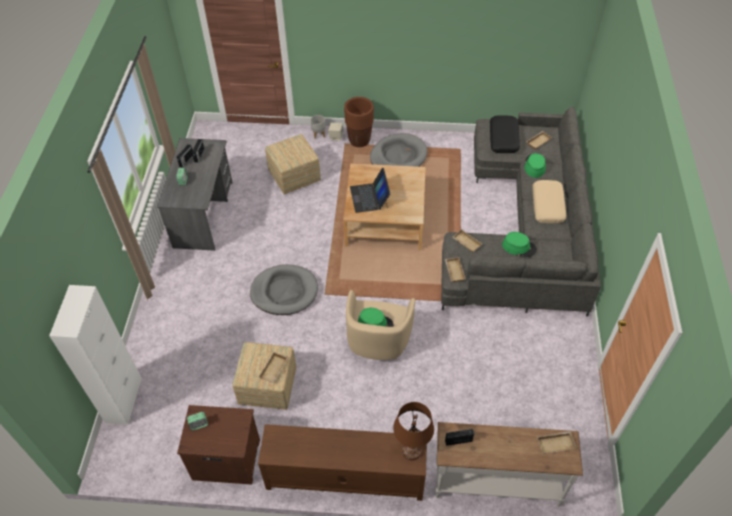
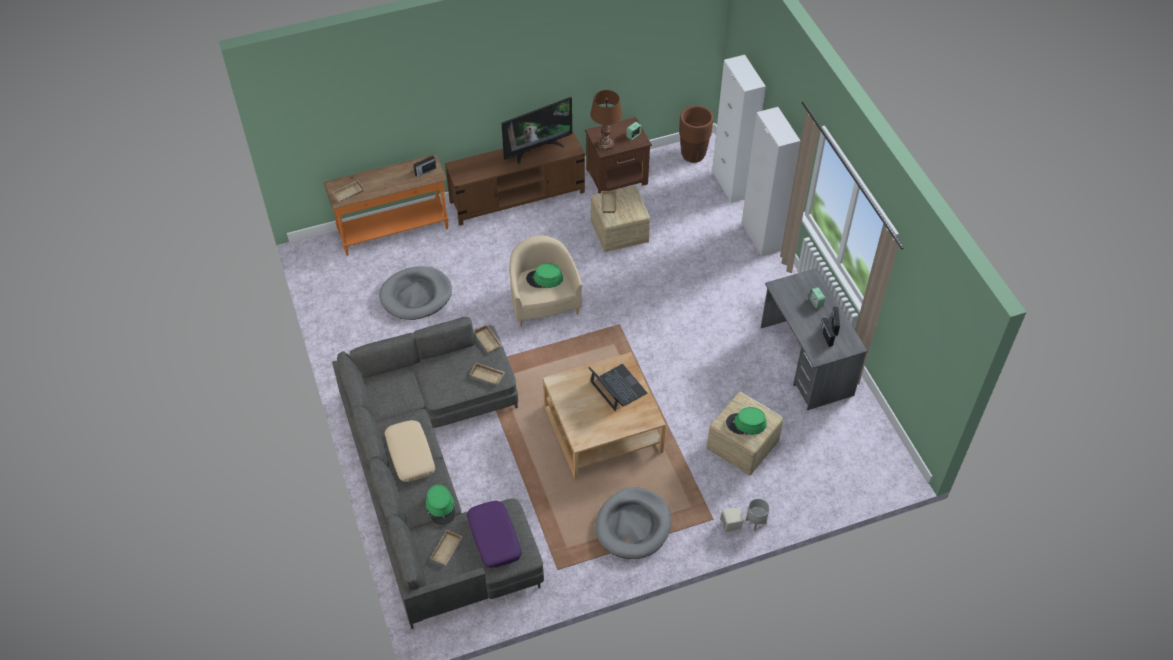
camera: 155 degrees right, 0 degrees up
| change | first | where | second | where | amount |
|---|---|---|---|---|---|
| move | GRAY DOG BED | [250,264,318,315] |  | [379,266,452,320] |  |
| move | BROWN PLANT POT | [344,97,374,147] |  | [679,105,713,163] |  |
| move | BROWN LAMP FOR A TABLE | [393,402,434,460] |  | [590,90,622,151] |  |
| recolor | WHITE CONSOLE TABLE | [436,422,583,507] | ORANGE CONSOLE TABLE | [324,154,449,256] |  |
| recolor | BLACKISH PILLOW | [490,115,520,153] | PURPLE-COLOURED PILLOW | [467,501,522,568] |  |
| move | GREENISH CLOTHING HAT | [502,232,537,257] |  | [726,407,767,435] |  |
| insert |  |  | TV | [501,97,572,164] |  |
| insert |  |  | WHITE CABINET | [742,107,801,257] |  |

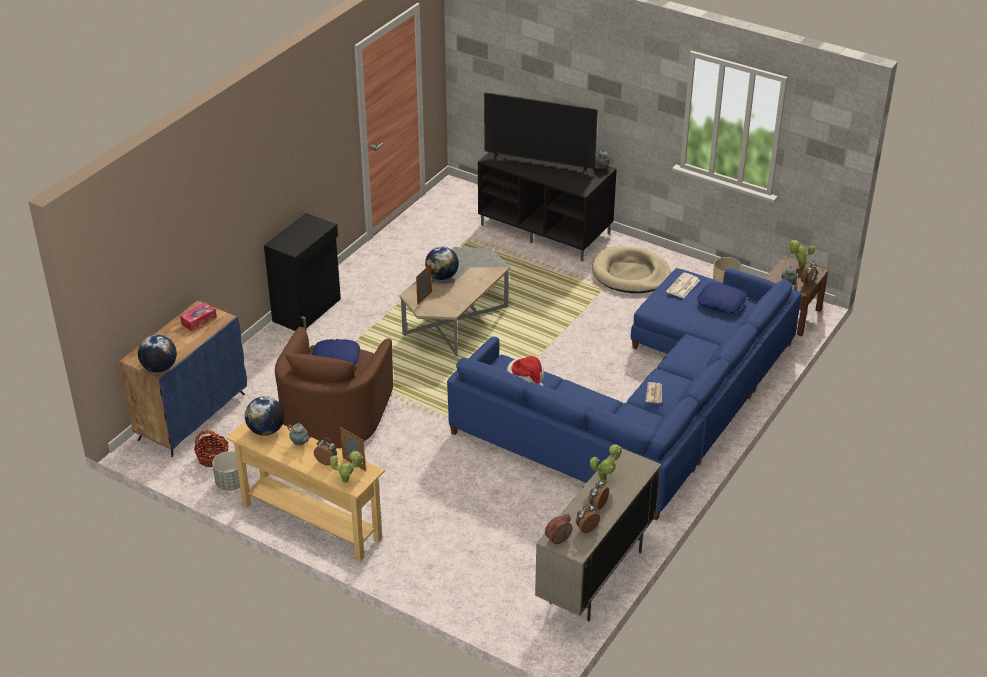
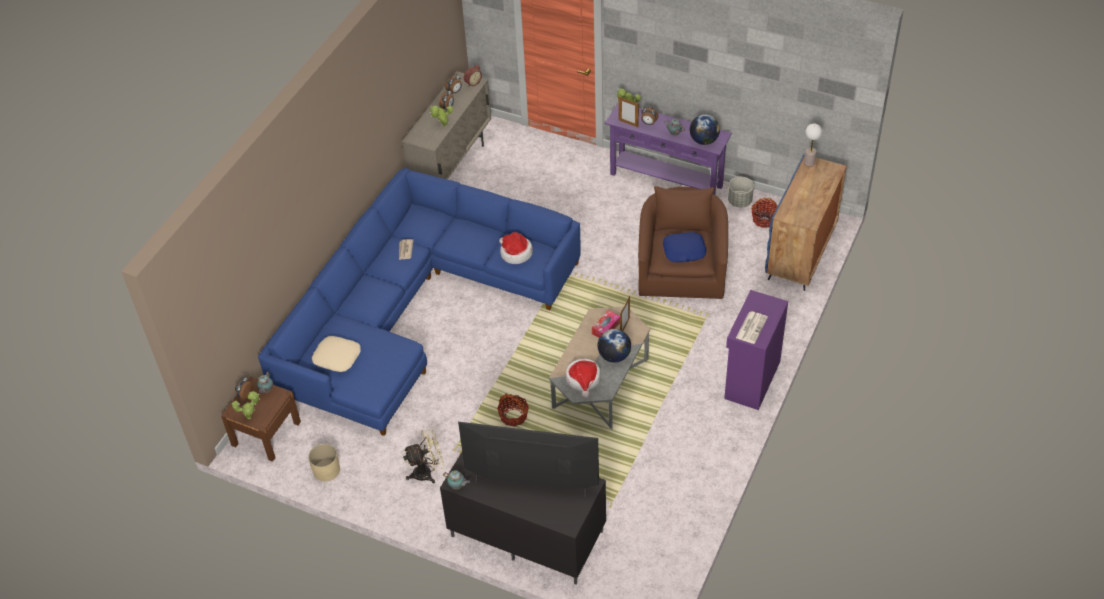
camera: 175 degrees right, 10 degrees up
| change | first | where | second | where | amount |
|---|---|---|---|---|---|
| replace | GLOBE | [138,335,177,373] | LAMP FOR A TABLE | [804,124,822,167] |  |
| move | TISSUE HOLDER | [180,302,217,331] |  | [592,310,620,338] |  |
| recolor | SAND-COLOURED CONSOLE TABLE | [226,421,385,562] | PURPLE-COLOURED CONSOLE TABLE | [605,103,732,195] |  |
| recolor | BLACKISH CABINET | [264,213,341,331] | PURPLE-COLOURED CABINET | [724,290,788,410] |  |
| replace | SAND-COLOURED DOG BED | [592,246,671,293] | SAND-COLOURED FAN | [403,428,444,483] |  |
| move | NEWSPAPER | [666,272,700,298] |  | [736,311,768,344] |  |
| recolor | BLUISH PILLOW | [697,283,747,313] | SAND-COLOURED PILLOW | [312,336,361,372] |  |
| insert |  |  | STORAGE BASKET | [497,394,529,427] |  |
| insert |  |  | CLOTHING HAT | [566,359,601,398] |  |

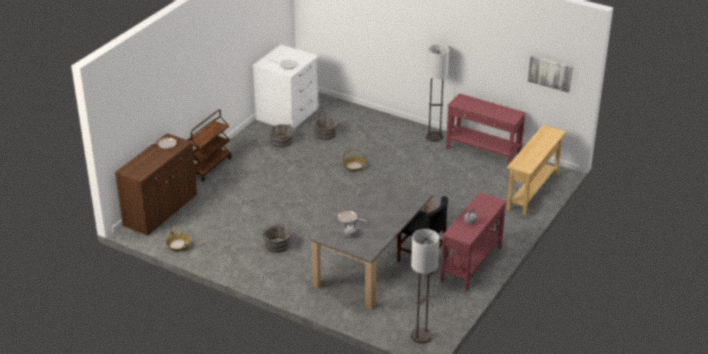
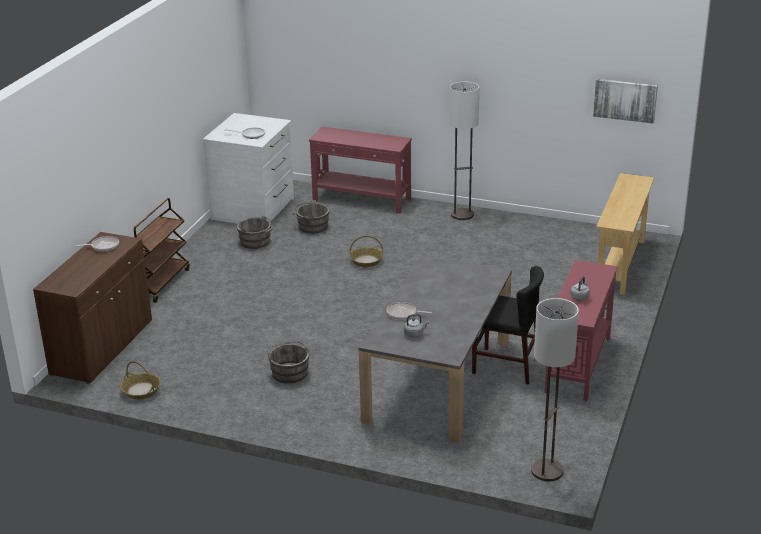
camera: 10 degrees left, 5 degrees down
| change | first | where | second | where | amount |
|---|---|---|---|---|---|
| move | REDDISH CONSOLE TABLE | [446,93,526,166] |  | [309,127,412,214] |  |

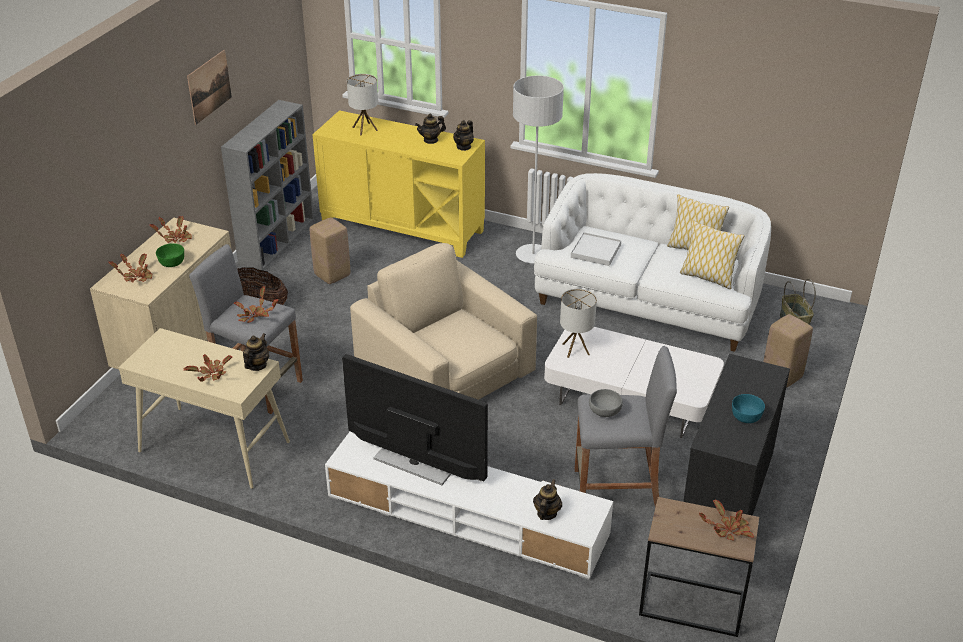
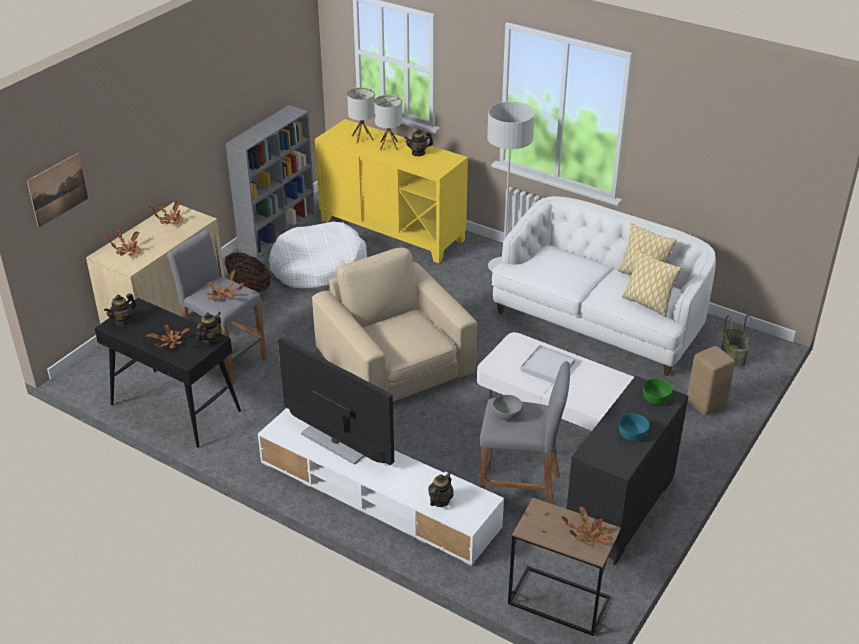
camera: 10 degrees right, 0 degrees up
| change | first | where | second | where | amount |
|---|---|---|---|---|---|
| recolor | SAND-COLOURED CONSOLE TABLE | [119,328,290,489] | BLACKISH CONSOLE TABLE | [95,298,241,448] |  |
| move | GREENISH BOWL | [156,243,184,267] |  | [643,379,672,405] |  |
| move | PICTURE | [187,50,232,125] |  | [27,153,88,227] |  |
| replace | SAND-COLOURED STOOL | [310,218,350,284] | WHITE DOG BED | [269,222,367,289] |  |
| move | POT FOR TEA | [453,120,474,151] |  | [104,293,137,326] |  |
| move | LAMP FOR A TABLE | [560,289,597,358] |  | [374,95,402,150] |  |
| move | WHITE TRAY | [571,232,621,266] |  | [520,345,575,384] |  |

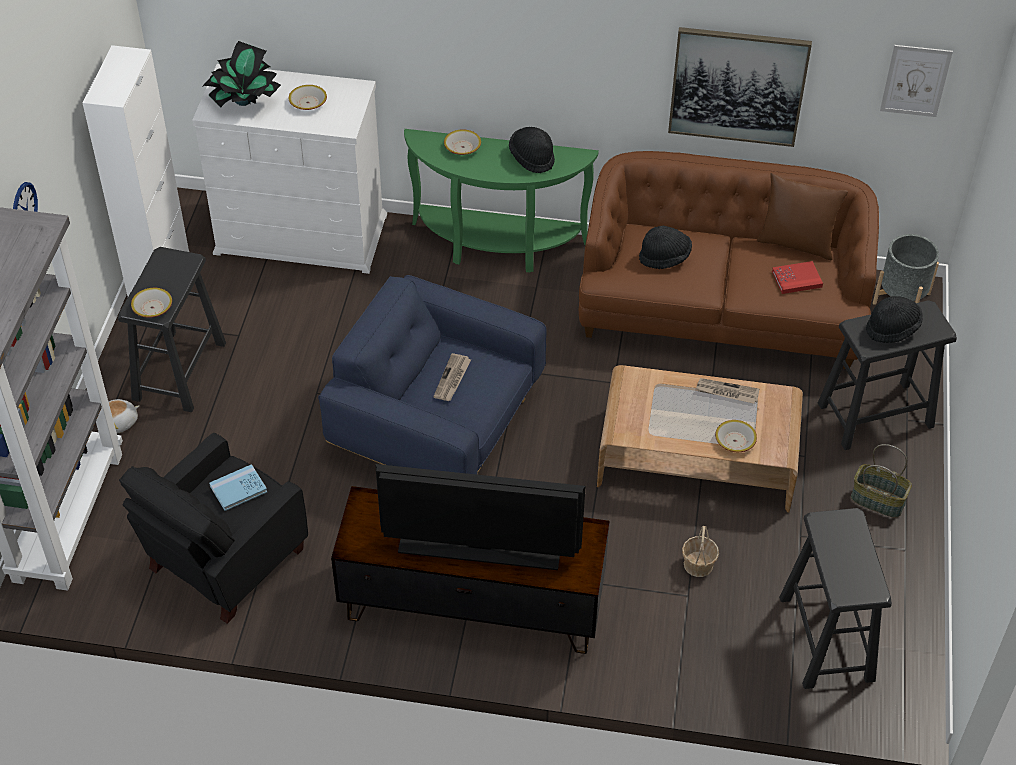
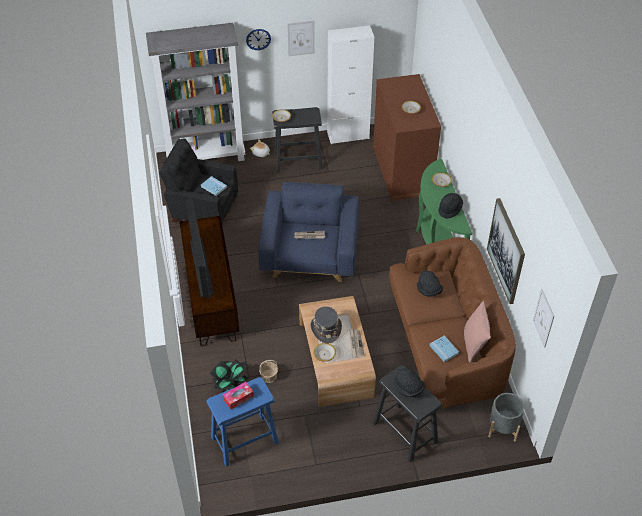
camera: 70 degrees right, 0 degrees up
| change | first | where | second | where | amount |
|---|---|---|---|---|---|
| recolor | WHITE DRESSER | [192,64,387,274] | BROWN DRESSER | [373,74,441,202] |  |
| move | HOUSEPLANT | [202,41,281,107] |  | [210,359,249,393] |  |
| recolor | BROWN PILLOW | [757,173,848,260] | PINKISH PILLOW | [464,300,491,362] |  |
| recolor | REDDISH BOOK | [772,261,823,294] | BLUISH BOOK | [429,336,459,362] |  |
| recolor | BLACKISH STOOL | [779,508,892,689] | BLUISH STOOL | [206,377,279,467] |  |
| delete | STORAGE BASKET | [851,444,912,518] |  |  |  |
| insert |  |  | TISSUE HOLDER | [223,382,254,409] |  |
| insert |  |  | PICTURE | [287,21,315,56] |  |
| insert |  |  | GRAY CLOTHING HAT | [310,306,342,343] |  |

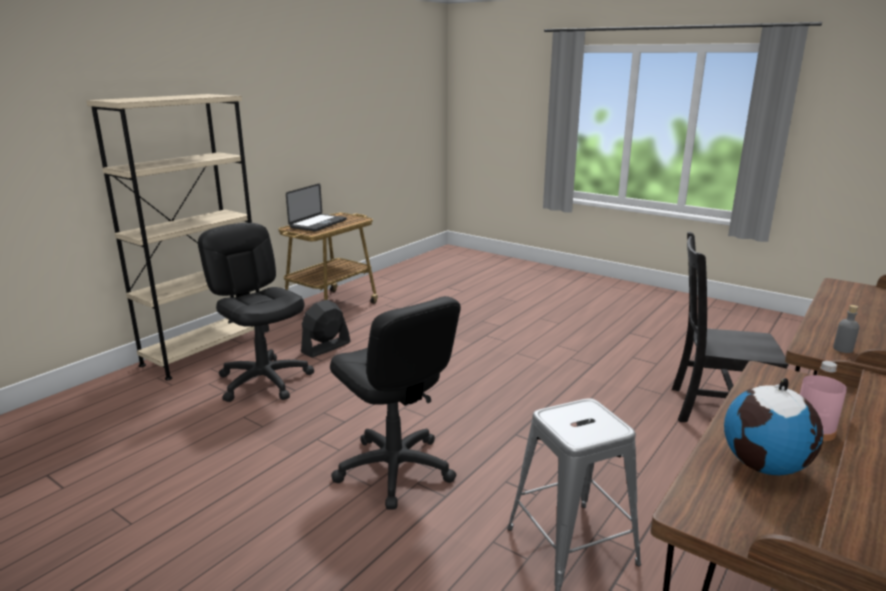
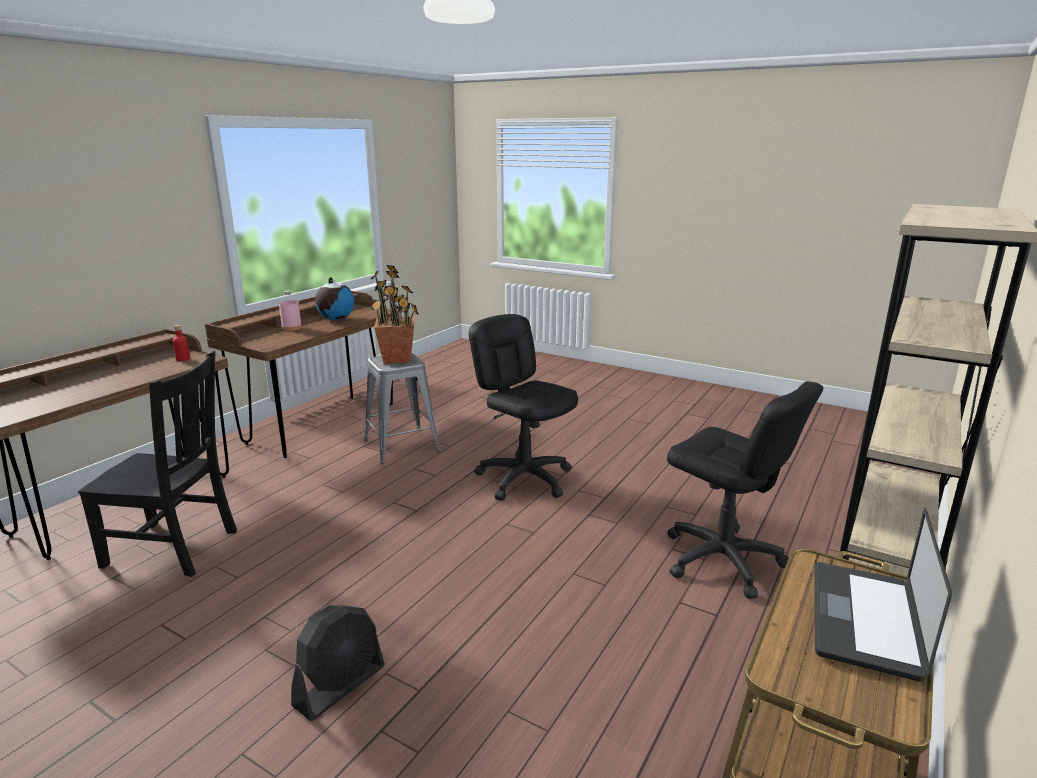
camera: 175 degrees right, 0 degrees up
| change | first | where | second | where | amount |
|---|---|---|---|---|---|
| move | BLACKISH FAN | [301,300,350,358] |  | [291,606,385,721] |  |
| recolor | GRAY BEVERAGE BOTTLE | [833,305,859,353] | REDDISH BEVERAGE BOTTLE | [173,325,190,361] |  |
| insert |  |  | HOUSEPLANT | [371,265,419,364] |  |

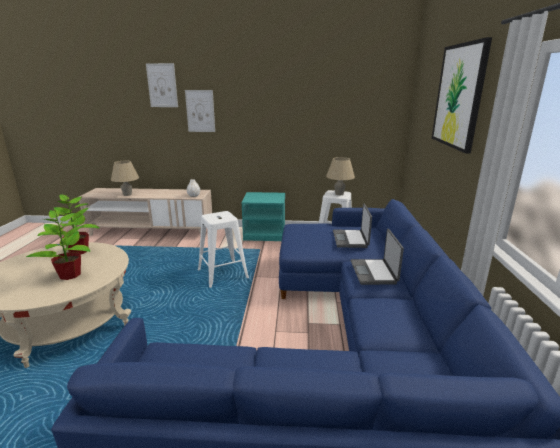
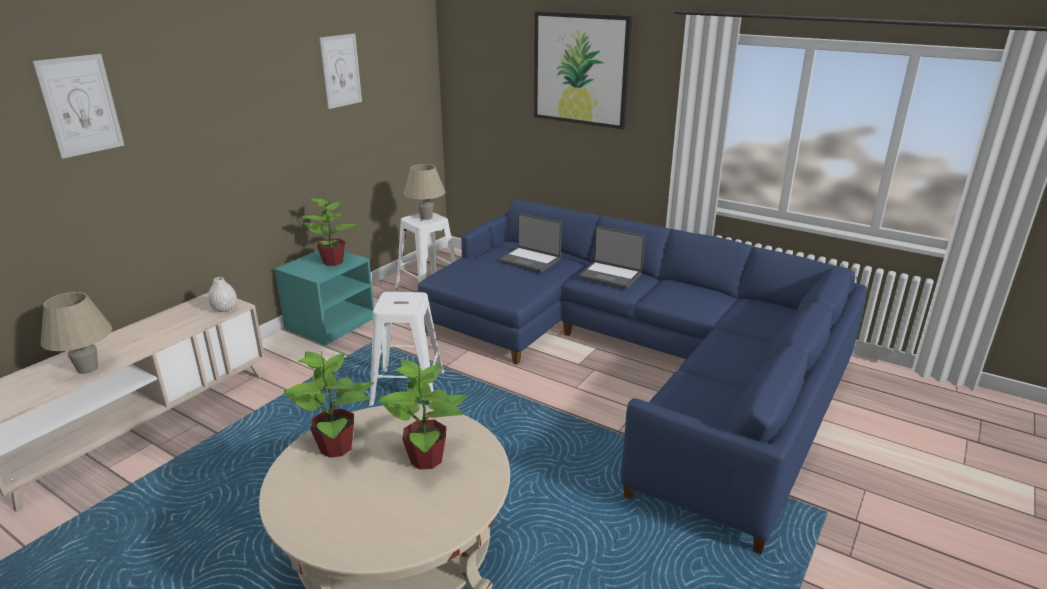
camera: 60 degrees left, 5 degrees up
| change | first | where | second | where | amount |
|---|---|---|---|---|---|
| move | PICTURE | [185,90,215,132] |  | [319,33,362,109] |  |
| insert |  |  | HOUSEPLANT | [301,195,360,266] |  |

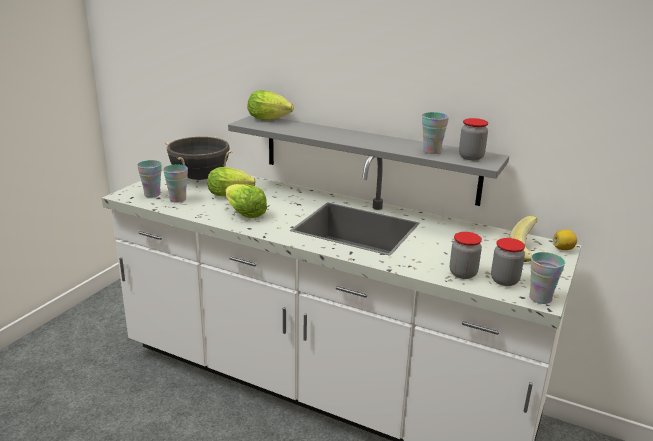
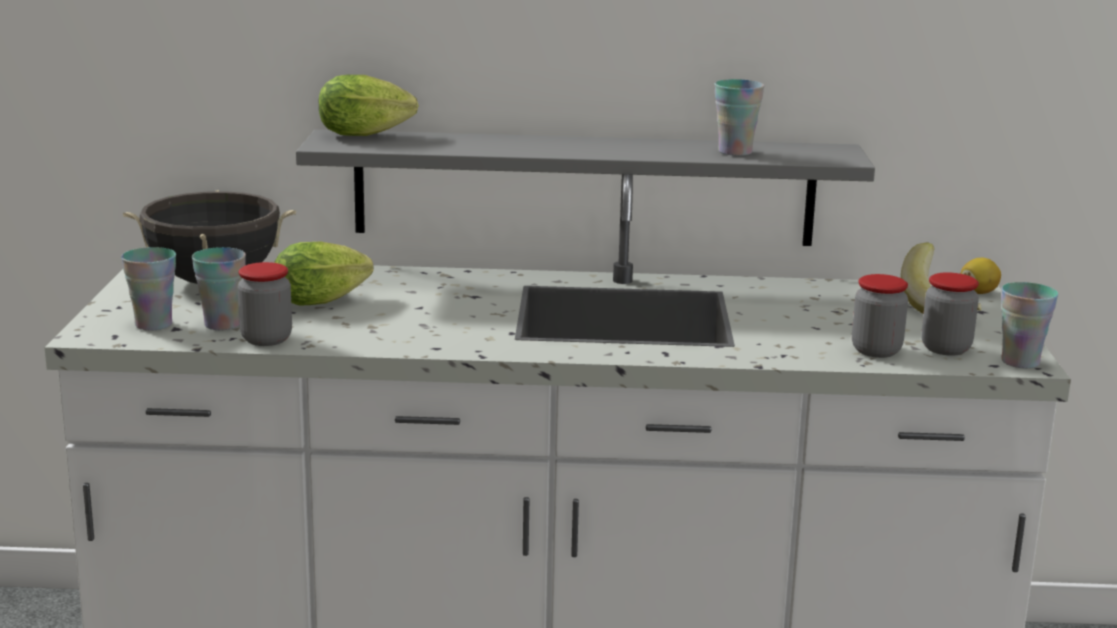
camera: 25 degrees left, 5 degrees down
| change | first | where | second | where | amount |
|---|---|---|---|---|---|
| delete | HEAD OF LETTUCE | [226,184,267,218] |  |  |  |
| move | STORAGE JAR | [459,118,488,160] |  | [238,262,292,346] |  |

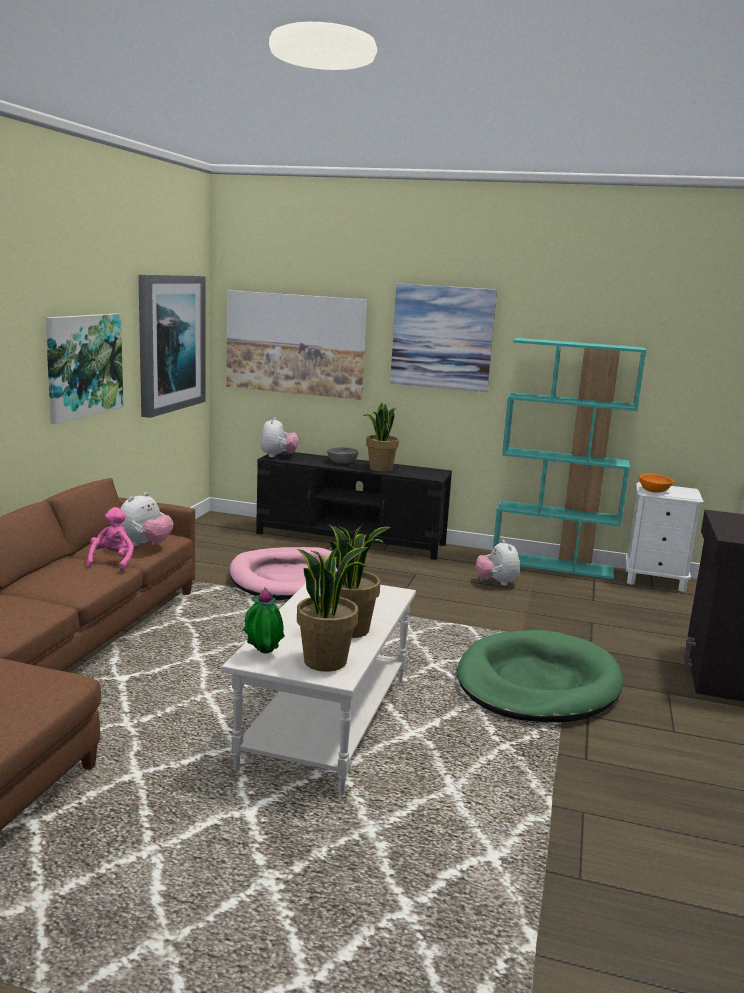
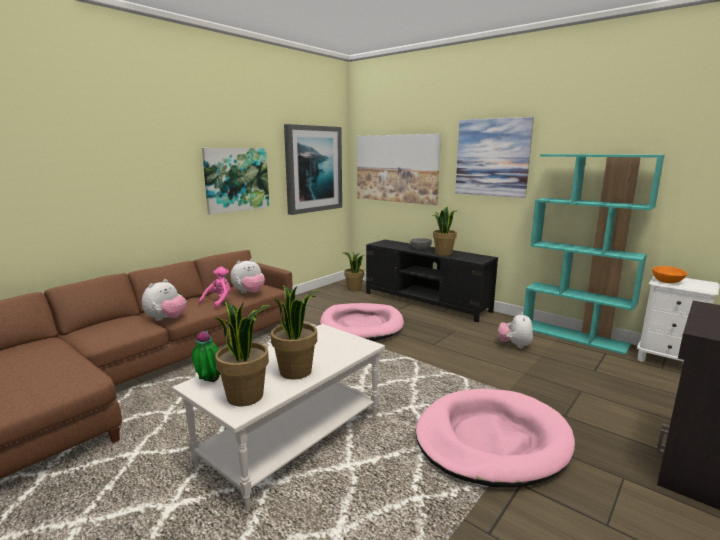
camera: 25 degrees right, 0 degrees up
| change | first | where | second | where | amount |
|---|---|---|---|---|---|
| move | SOFT TOY | [260,417,298,458] |  | [142,279,187,321] |  |
| recolor | GREENISH DOG BED | [457,630,623,722] | PINKISH DOG BED | [416,389,575,488] |  |
| insert |  |  | HOUSEPLANT | [342,251,365,291] |  |

